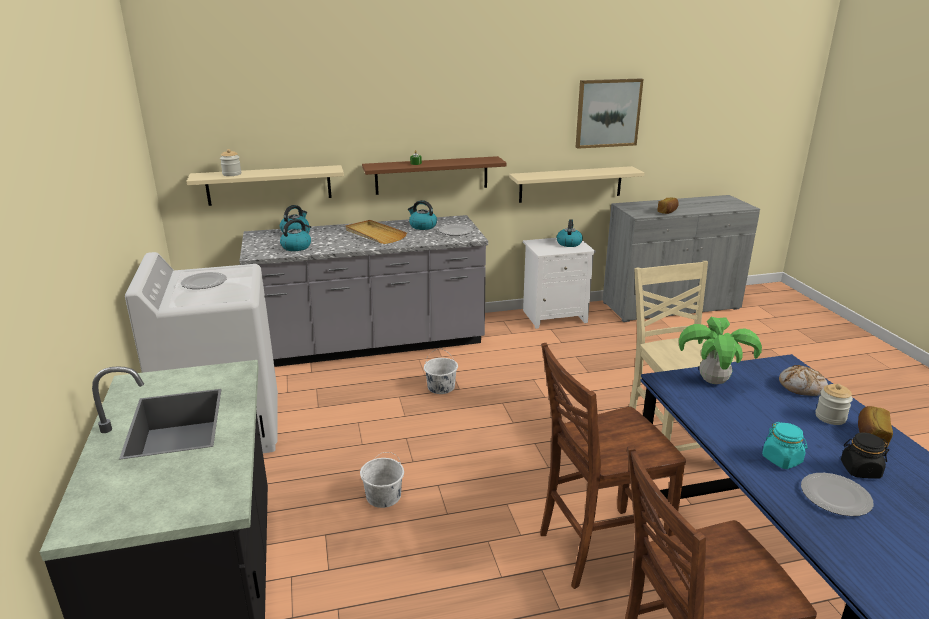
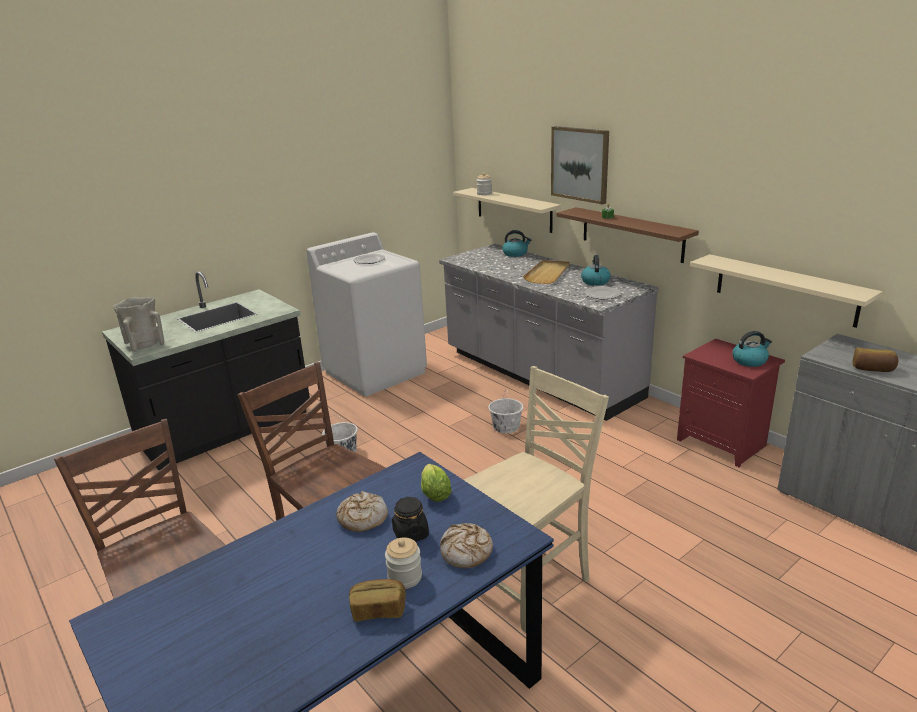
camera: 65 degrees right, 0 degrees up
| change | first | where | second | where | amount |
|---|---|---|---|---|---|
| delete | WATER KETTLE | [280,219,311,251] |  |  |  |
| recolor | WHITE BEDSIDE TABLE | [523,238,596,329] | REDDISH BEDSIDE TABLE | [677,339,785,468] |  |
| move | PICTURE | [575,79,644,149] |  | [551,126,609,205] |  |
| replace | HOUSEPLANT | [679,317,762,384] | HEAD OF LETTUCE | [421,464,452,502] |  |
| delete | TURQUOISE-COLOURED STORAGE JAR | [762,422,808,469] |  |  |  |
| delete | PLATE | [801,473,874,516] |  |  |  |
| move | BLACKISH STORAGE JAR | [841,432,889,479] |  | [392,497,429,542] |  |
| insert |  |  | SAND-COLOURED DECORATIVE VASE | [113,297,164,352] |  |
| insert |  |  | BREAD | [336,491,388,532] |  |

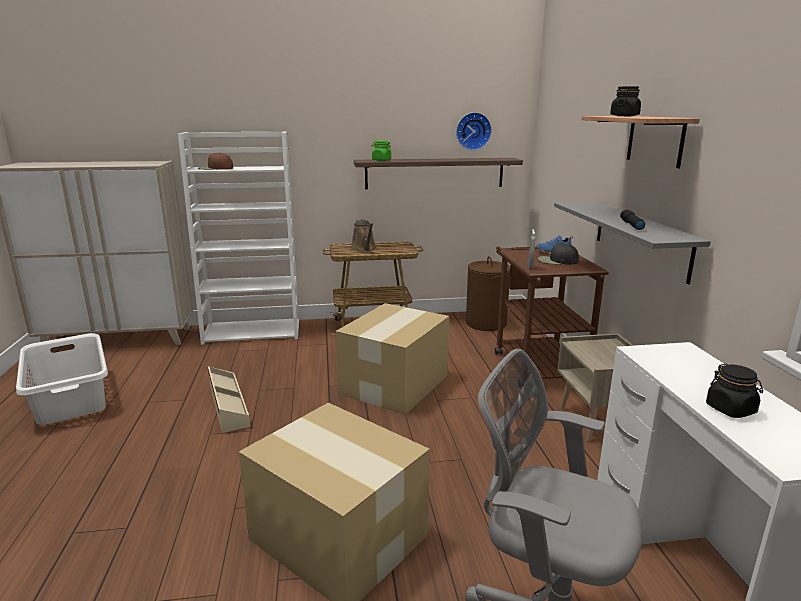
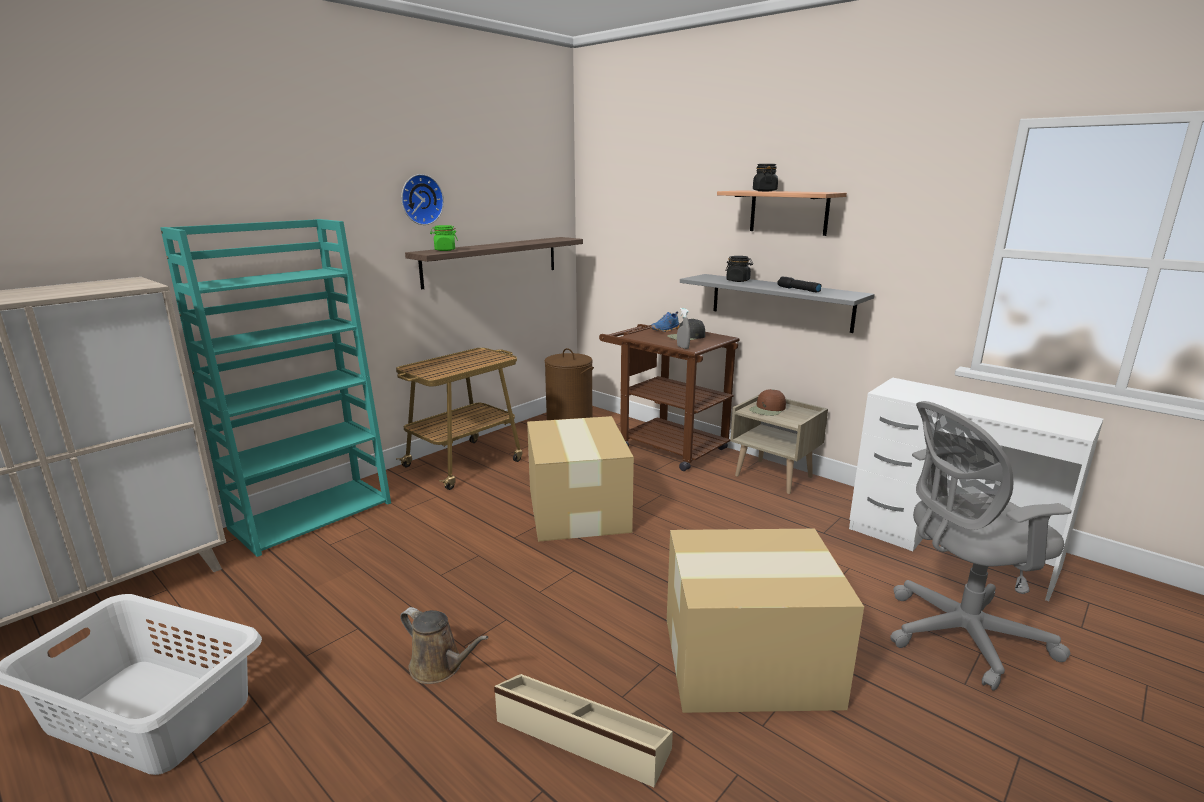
camera: 40 degrees left, 0 degrees up
| change | first | where | second | where | amount |
|---|---|---|---|---|---|
| recolor | WHITE BOOKSHELF | [178,131,299,345] | TURQUOISE-COLOURED BOOKSHELF | [160,219,391,557] |  |
| move | BROWN CAP | [197,152,233,170] |  | [749,389,786,416] |  |
| move | SAND-COLOURED STORAGE BIN | [208,366,250,433] |  | [494,674,673,787] |  |
| move | BROWN WATERING POT | [351,220,376,252] |  | [400,607,489,684] |  |
| move | HANGING CLOCK | [456,112,492,150] |  | [401,174,444,225] |  |
| move | BLACKISH STORAGE JAR | [706,364,763,418] |  | [725,256,753,282] |  |

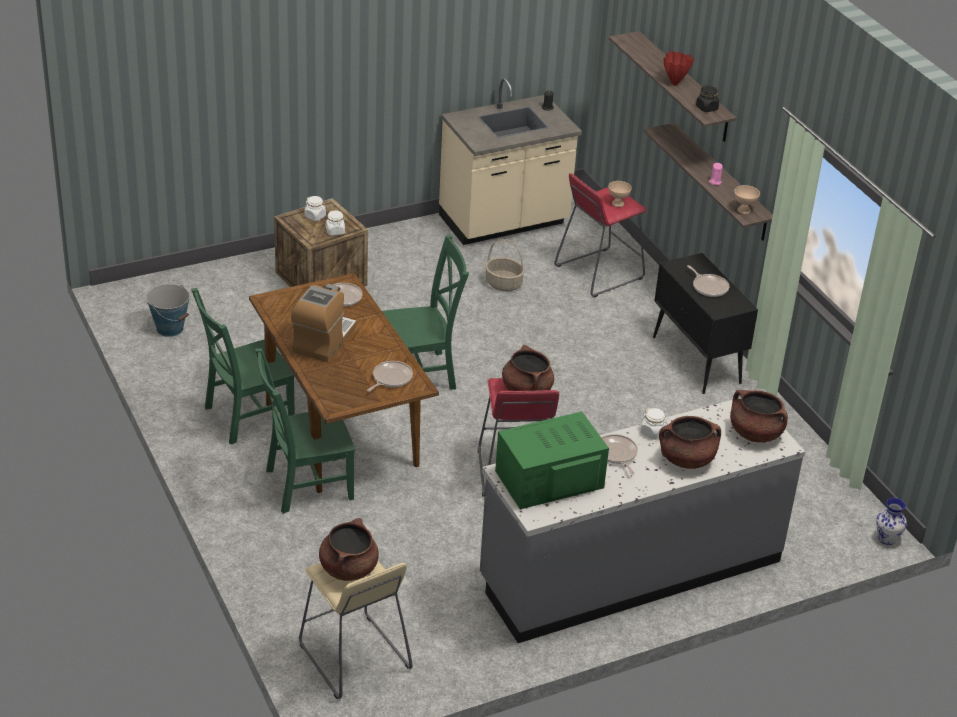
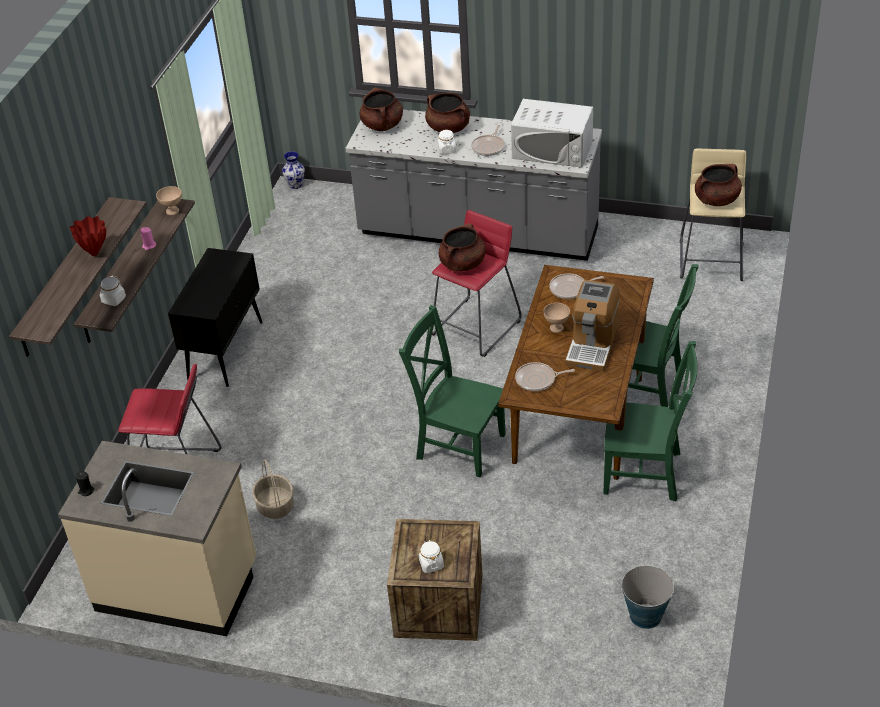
camera: 135 degrees left, 5 degrees up
| change | first | where | second | where | amount |
|---|---|---|---|---|---|
| rotate | COFFEE MAKER | [291,284,357,362] |  | [565,280,619,372] | 45 degrees counterclockwise |
| move | WHITE STORAGE JAR | [326,210,345,235] |  | [100,276,126,306] |  |
| recolor | GREENISH MICROWAVE | [495,412,609,509] | WHITE MICROWAVE | [511,99,593,167] |  |
| move | SAND-COLOURED BOWL | [608,181,632,207] |  | [543,303,570,333] |  |
| delete | FRYING PAN | [687,265,729,297] |  |  |  |
| delete | BLACKISH STORAGE JAR | [696,85,719,112] |  |  |  |

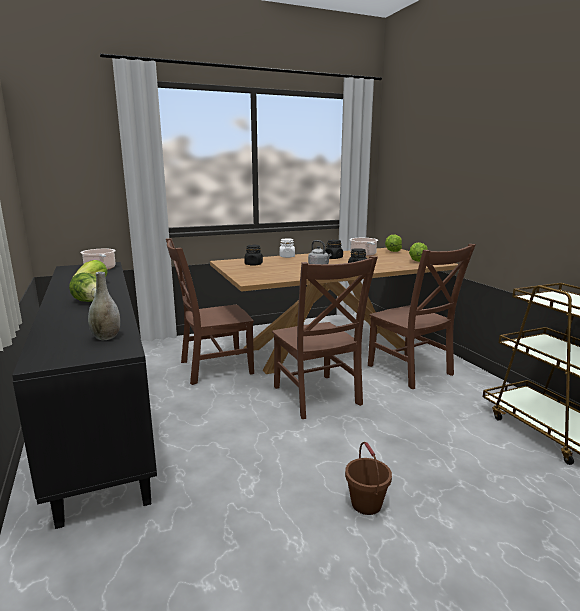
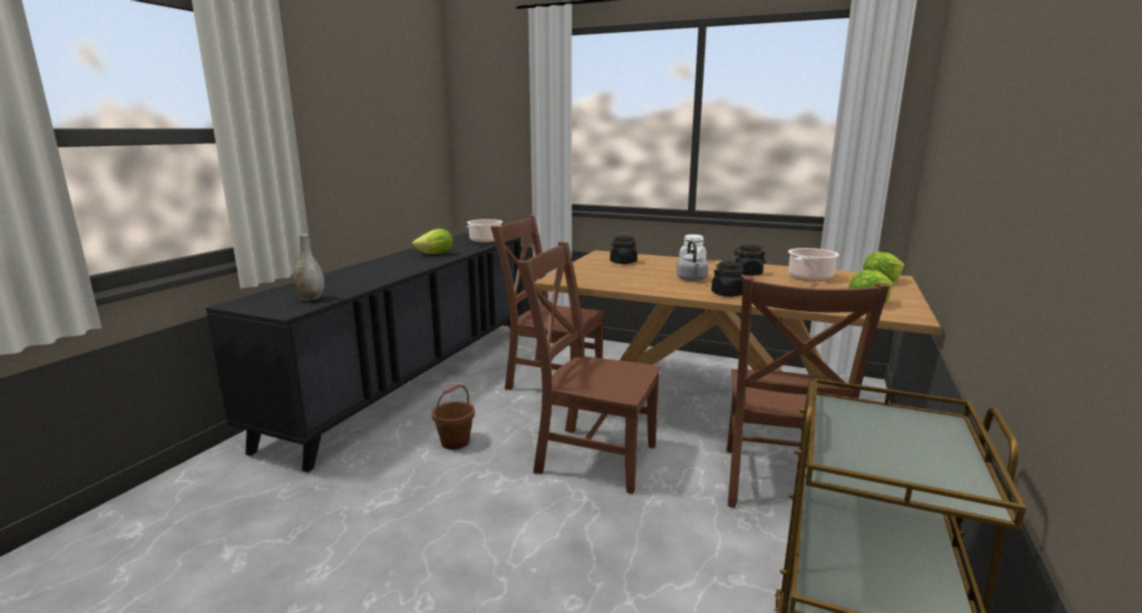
camera: 45 degrees right, 0 degrees up
| change | first | where | second | where | amount |
|---|---|---|---|---|---|
| delete | HEAD OF LETTUCE | [69,272,96,302] |  |  |  |
| rotate | BROWN CHAIR | [272,256,378,419] |  | [517,241,661,494] | 90 degrees clockwise |
| move | BROWN BUCKET | [345,442,392,515] |  | [432,384,475,450] |  |

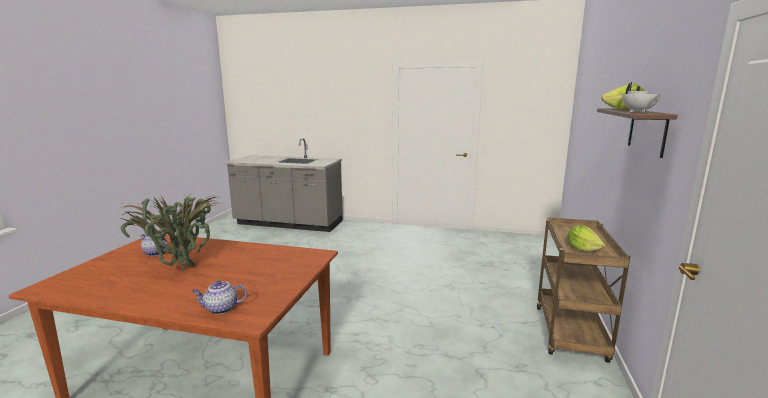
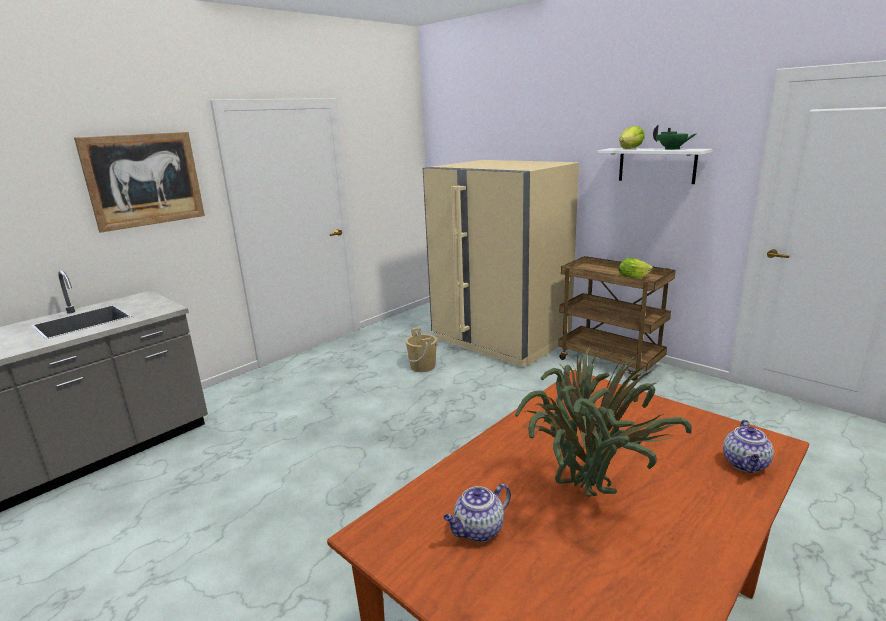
camera: 60 degrees left, 5 degrees up
| change | first | where | second | where | amount |
|---|---|---|---|---|---|
| recolor | BROWN WALL SHELF | [597,108,678,158] | WHITE WALL SHELF | [597,148,713,184] |  |
| recolor | WHITE POT FOR TEA | [622,82,661,112] | GREENISH POT FOR TEA | [653,125,696,150] |  |
| insert |  |  | PICTURE | [74,132,205,233] |  |
| insert |  |  | SAND-COLOURED BUCKET | [406,327,437,372] |  |
| insert |  |  | SAND-COLOURED REFRIGERATOR | [423,160,579,367] |  |

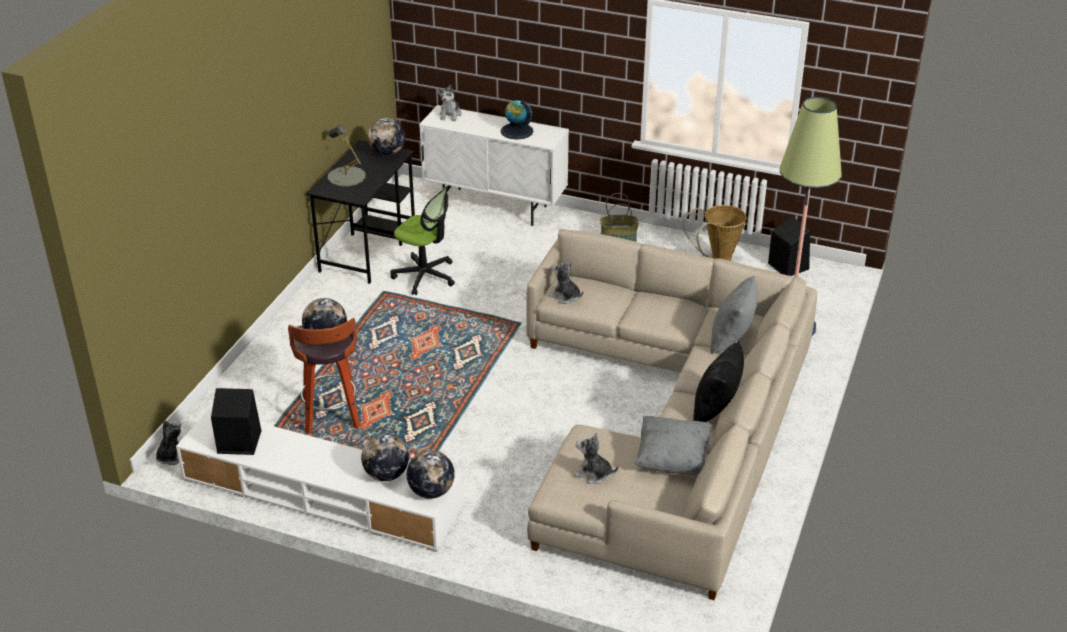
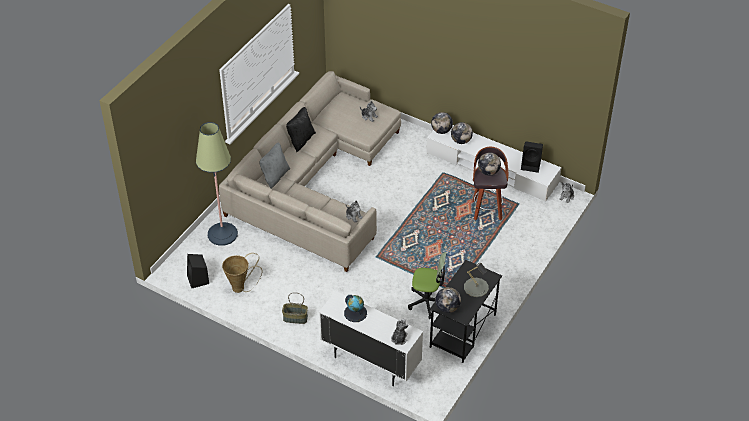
camera: 170 degrees left, 10 degrees up
| change | first | where | second | where | amount |
|---|---|---|---|---|---|
| rotate | OFFICE CHAIR | [390,185,455,295] |  | [408,252,447,319] | 150 degrees clockwise |
| delete | GRAY PILLOW | [634,416,712,475] |  |  |  |

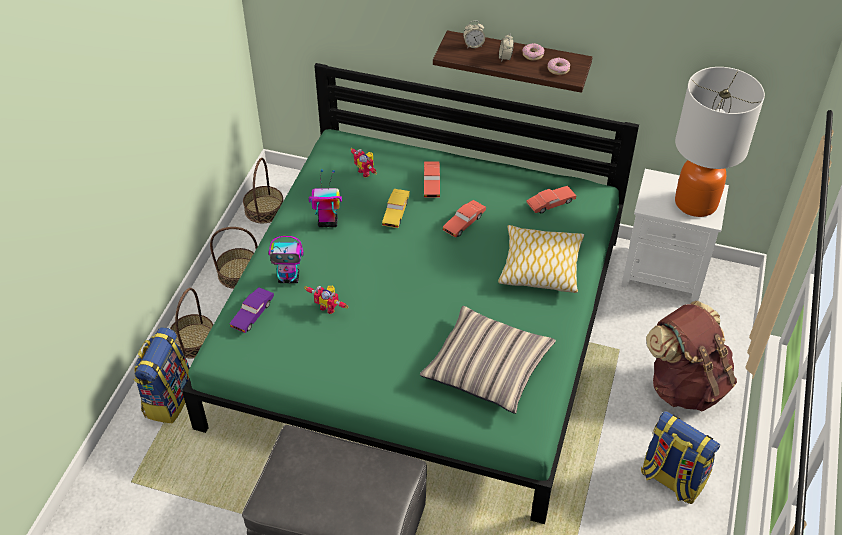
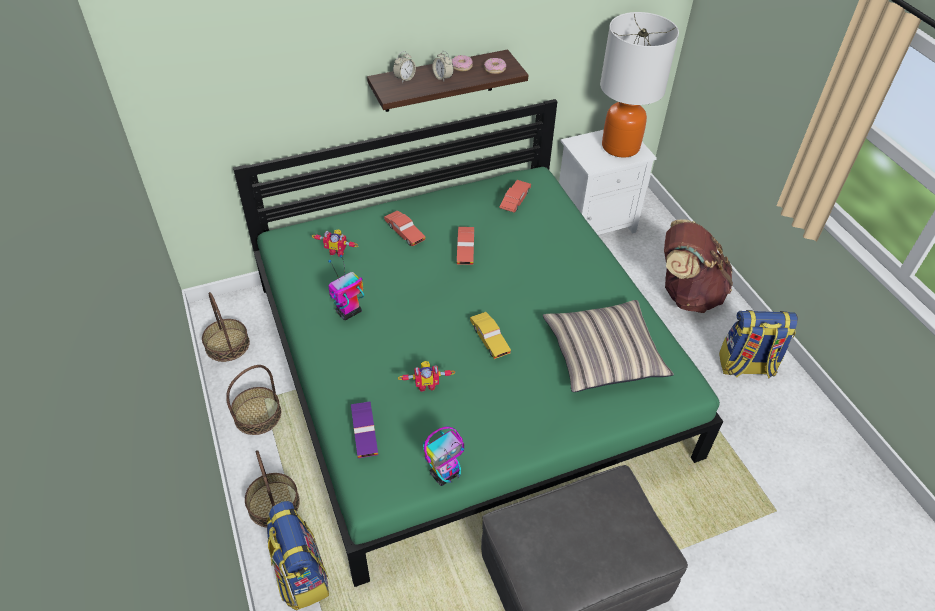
camera: 40 degrees left, 0 degrees up
| change | first | where | second | where | amount |
|---|---|---|---|---|---|
| move | ROBOT FIGURE | [269,236,304,284] |  | [423,427,464,486] |  |
| move | YELLOW-COLOURED TOY CAR | [382,189,410,228] |  | [470,312,511,359] |  |
| delete | PILLOW | [498,225,584,293] |  |  |  |

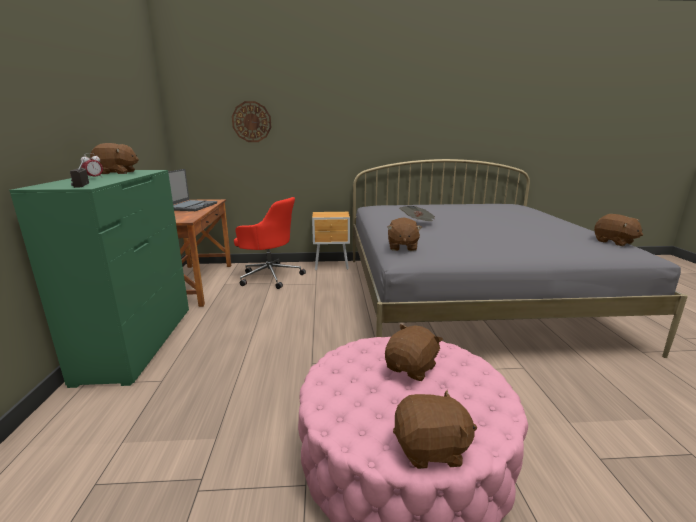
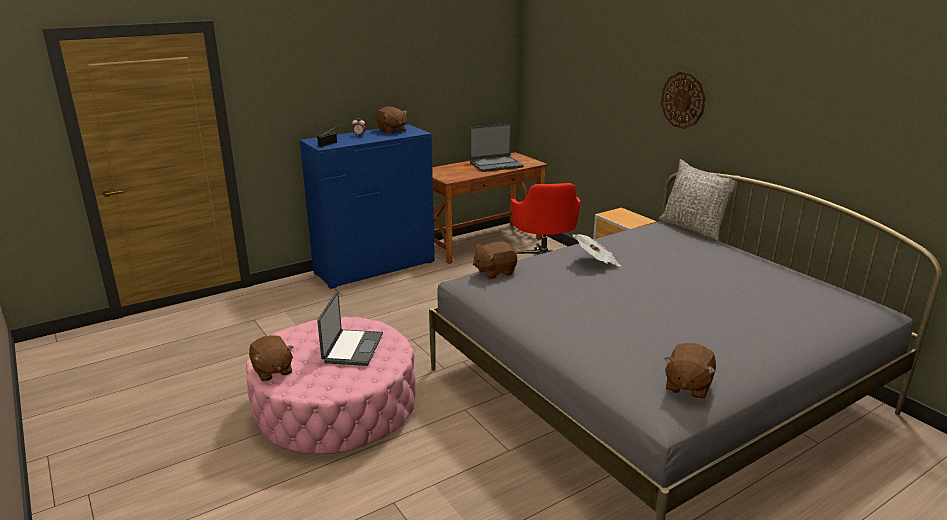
camera: 60 degrees right, 5 degrees up
| change | first | where | second | where | amount |
|---|---|---|---|---|---|
| recolor | GREENISH DRESSER | [9,170,189,388] | BLUISH DRESSER | [300,124,435,289] |  |
| move | HANGING CLOCK | [232,101,271,142] |  | [661,72,706,129] |  |
| replace | BROWN SOFT TOY | [385,324,443,381] | NOTEBOOK COMPUTER | [317,292,383,366] |  |
| insert |  |  | GRAY PILLOW | [659,159,741,241] |  |

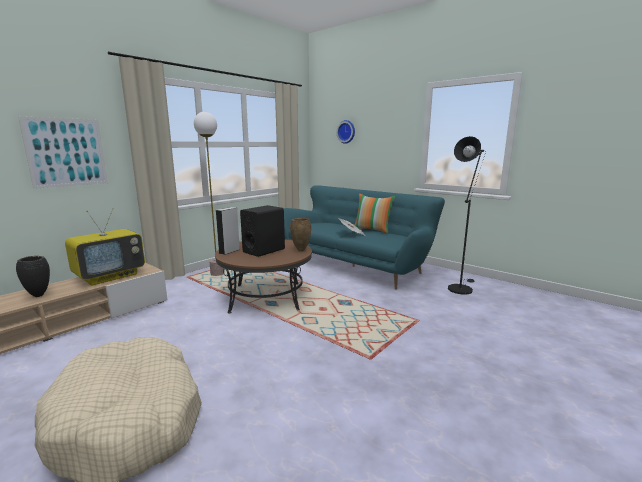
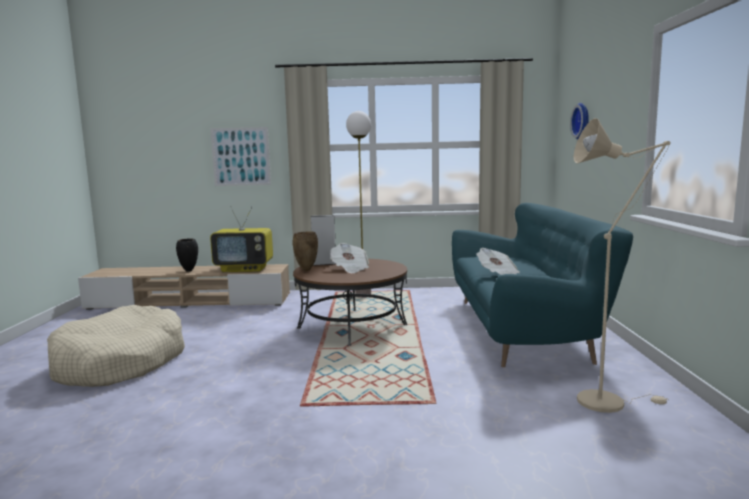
camera: 50 degrees right, 5 degrees down
| change | first | where | second | where | amount |
|---|---|---|---|---|---|
| replace | BLACKISH LOUDSPEAKER | [240,205,285,257] | NEWSPAPER | [331,243,369,273] |  |
| move | BROWN DECORATIVE VASE | [290,218,311,251] |  | [292,232,318,271] |  |
| delete | PILLOW | [354,194,395,234] |  |  |  |
| recolor | BLACKISH FLOOR LAMP | [448,136,486,295] | SAND-COLOURED FLOOR LAMP | [573,118,671,413] |  |

